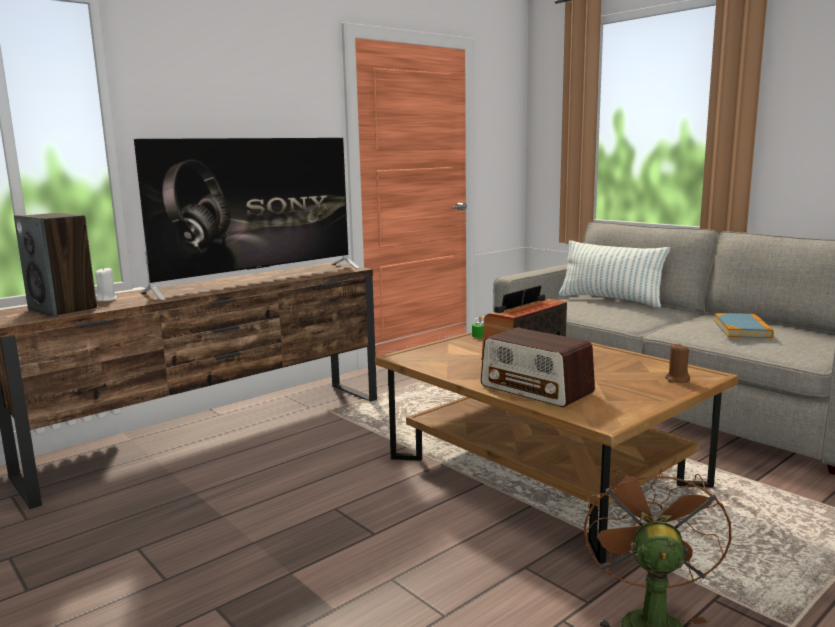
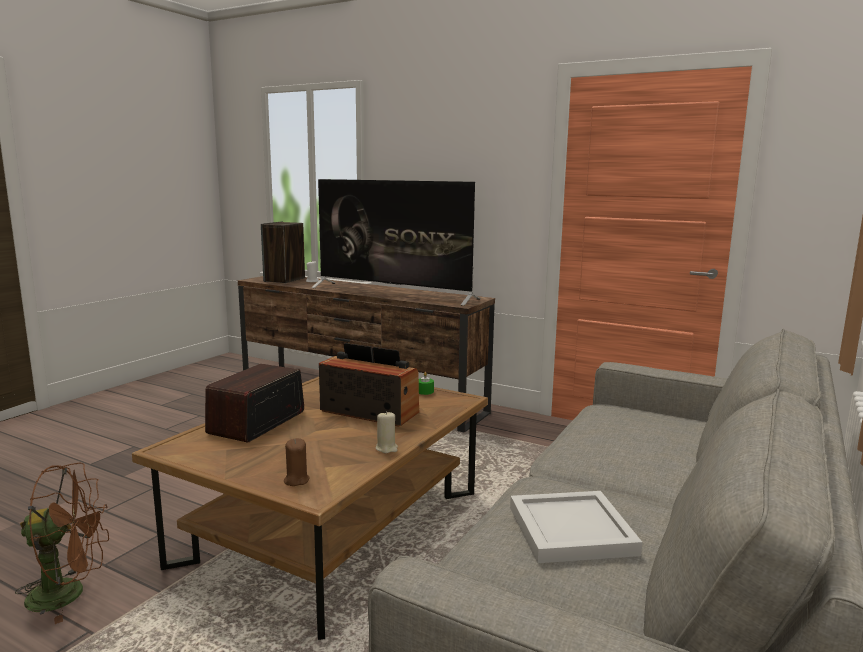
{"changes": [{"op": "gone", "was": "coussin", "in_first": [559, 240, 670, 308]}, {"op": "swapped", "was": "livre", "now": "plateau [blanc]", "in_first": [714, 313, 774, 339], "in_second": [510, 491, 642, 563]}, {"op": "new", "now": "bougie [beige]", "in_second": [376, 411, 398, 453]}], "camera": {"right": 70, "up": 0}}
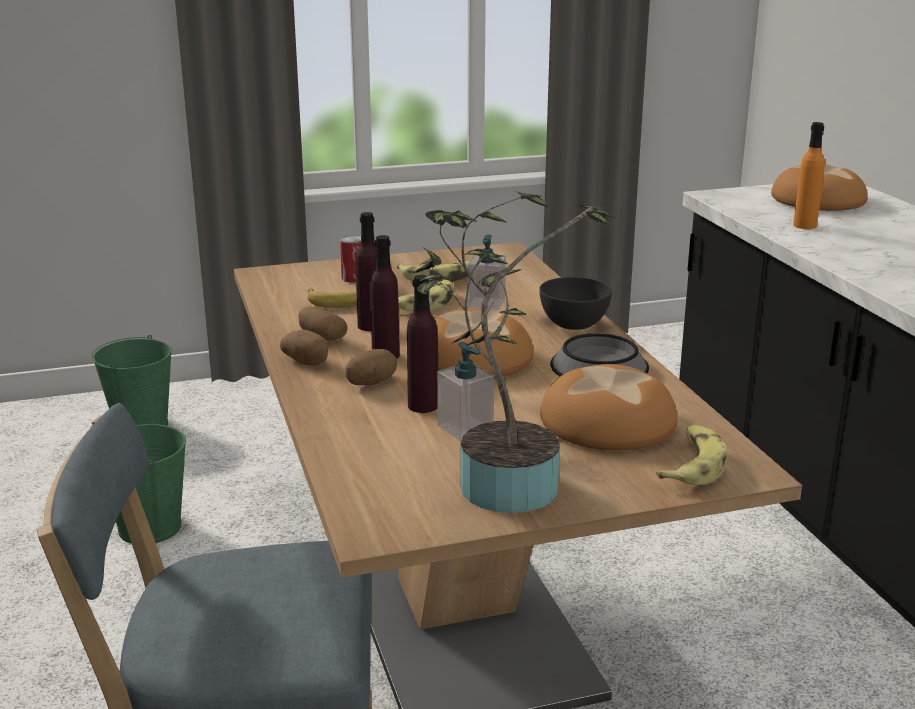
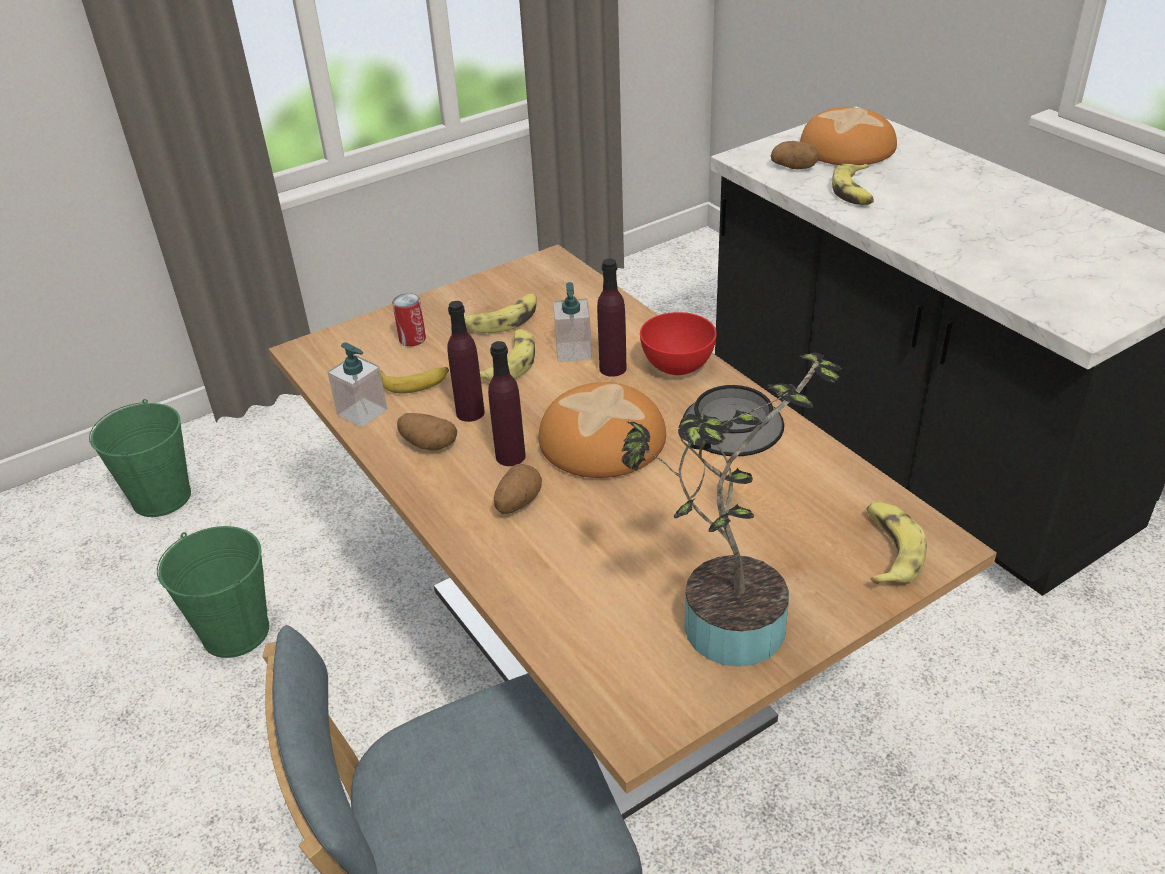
{"changes": [{"op": "shifted", "was": "pomme de terre", "in_first": [280, 330, 328, 365], "in_second": [771, 141, 818, 169]}, {"op": "shifted", "was": "bouteille [violet]", "in_first": [407, 275, 438, 413], "in_second": [597, 259, 626, 377]}, {"op": "shifted", "was": "distributeur de savon", "in_first": [437, 342, 494, 441], "in_second": [327, 342, 387, 427]}, {"op": "repainted", "was": "bol [gris]", "now": "bol [rouge]", "in_first": [539, 277, 612, 330], "in_second": [640, 312, 717, 375]}, {"op": "gone", "was": "pain", "in_first": [540, 364, 678, 450]}, {"op": "swapped", "was": "bouteille [orange]", "now": "banane", "in_first": [793, 122, 825, 229], "in_second": [832, 164, 874, 205]}], "camera": {"right": -15, "up": 15}}
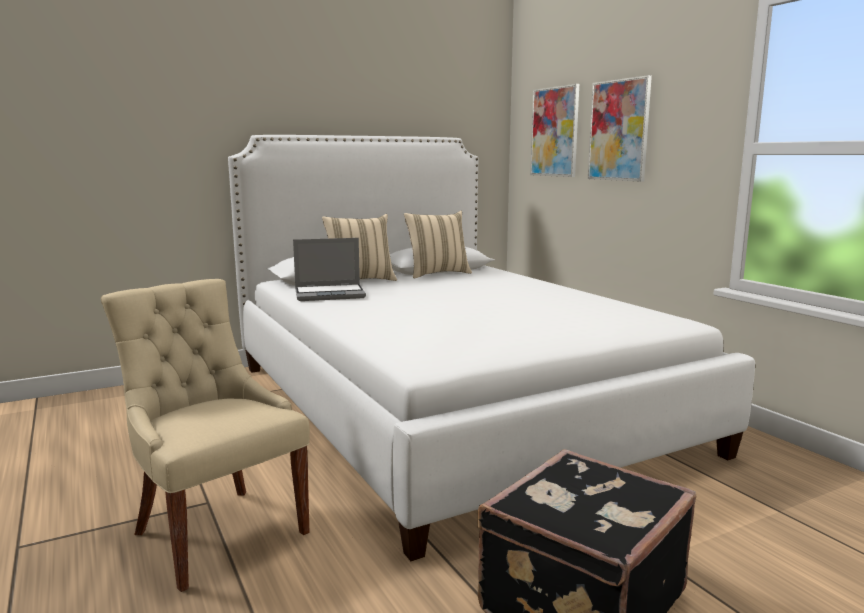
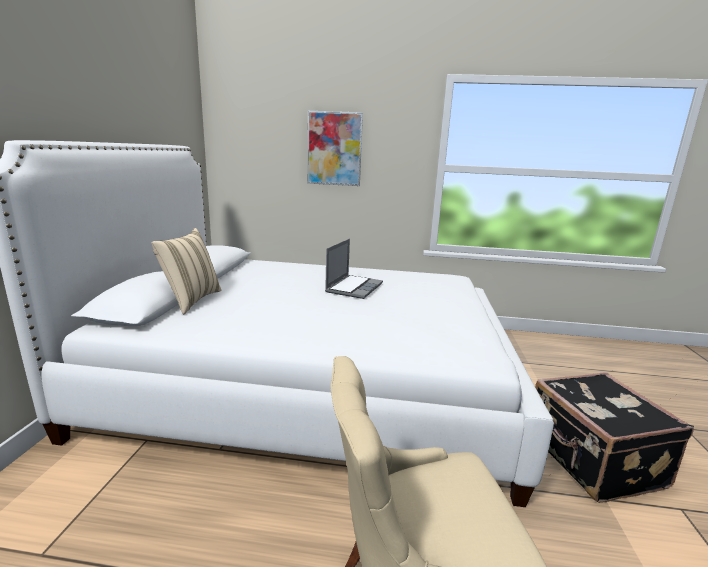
{"changes": [{"op": "shifted", "was": "ordinateur portable", "in_first": [293, 238, 366, 301], "in_second": [325, 239, 383, 299]}, {"op": "gone", "was": "coussin [beige]", "in_first": [404, 211, 472, 278]}, {"op": "gone", "was": "tableau", "in_first": [530, 84, 579, 177]}], "camera": {"right": -55, "up": 5}}
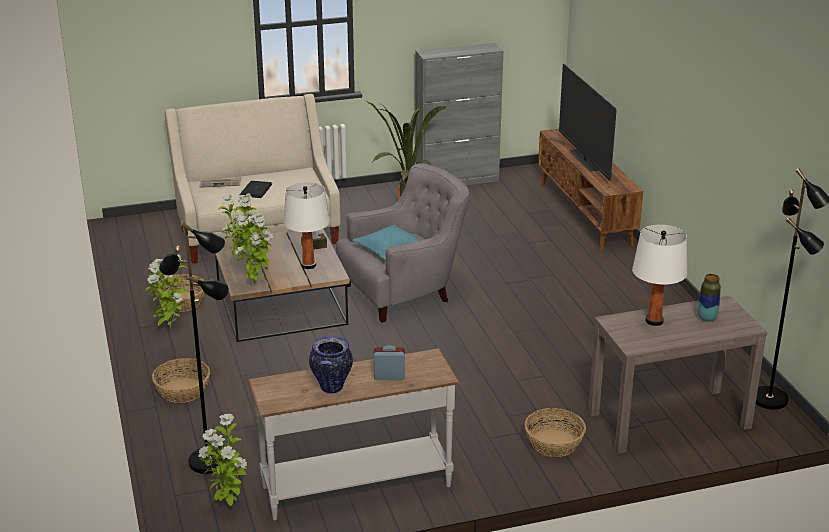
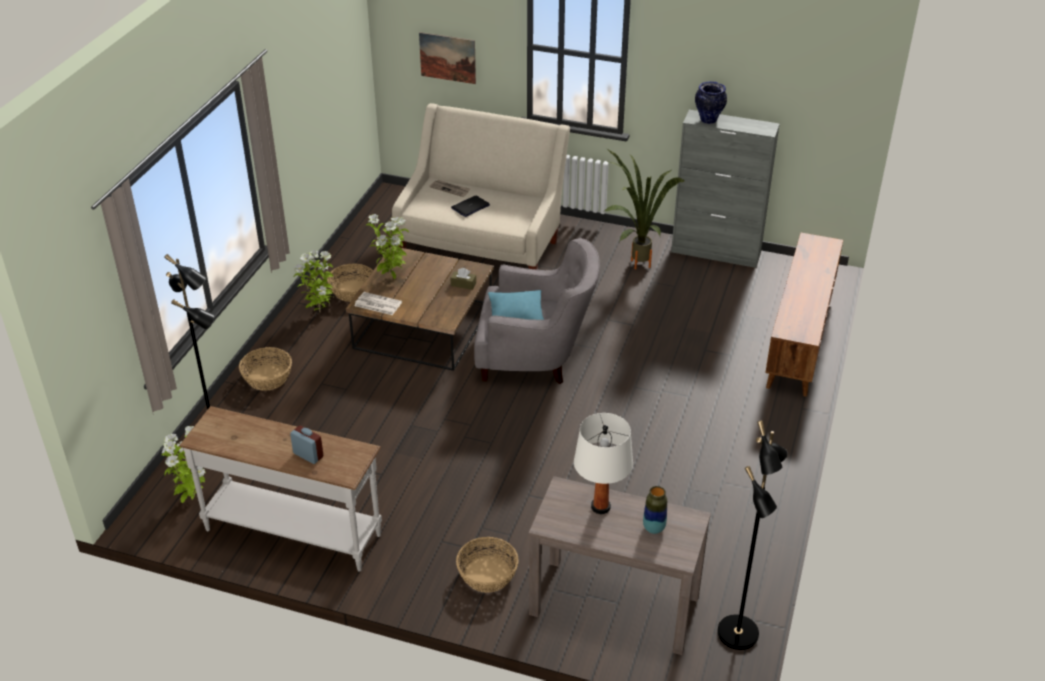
{"changes": [{"op": "swapped", "was": "plante en pot", "now": "journal", "in_first": [233, 213, 273, 283], "in_second": [354, 292, 402, 315]}, {"op": "gone", "was": "lampe de table [blanc]", "in_first": [283, 182, 330, 269]}, {"op": "shifted", "was": "vase", "in_first": [309, 336, 353, 393], "in_second": [695, 82, 727, 124]}, {"op": "gone", "was": "téléviseur", "in_first": [559, 64, 617, 181]}, {"op": "new", "now": "tableau", "in_second": [419, 32, 476, 84]}], "camera": {"right": 35, "up": 10}}
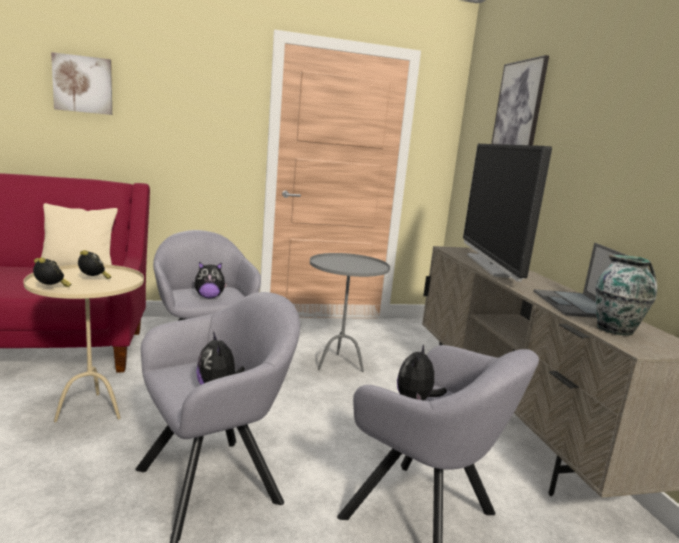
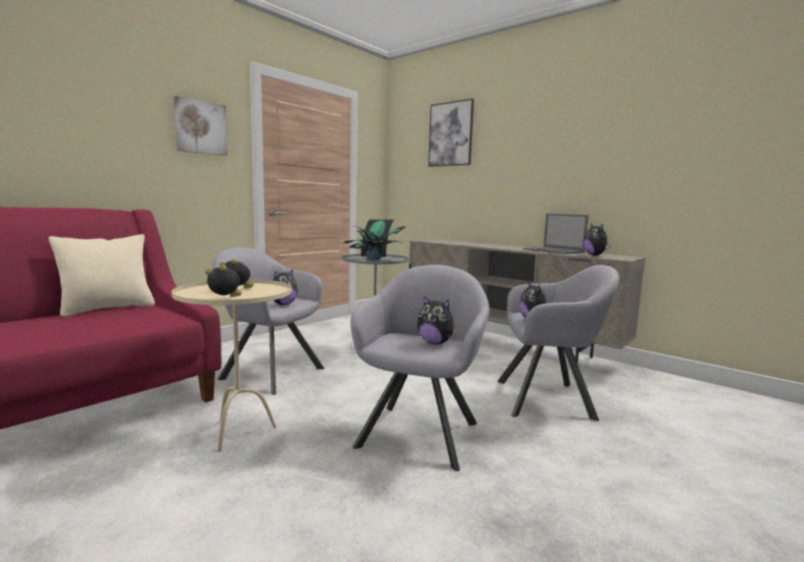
{"changes": [{"op": "shifted", "was": "tableau", "in_first": [51, 52, 112, 115], "in_second": [174, 96, 228, 156]}, {"op": "gone", "was": "téléviseur", "in_first": [463, 144, 552, 282]}, {"op": "swapped", "was": "vase", "now": "peluche", "in_first": [595, 254, 657, 336], "in_second": [583, 224, 611, 256]}, {"op": "new", "now": "plante en pot", "in_second": [344, 219, 407, 260]}], "camera": {"right": -35, "up": -5}}
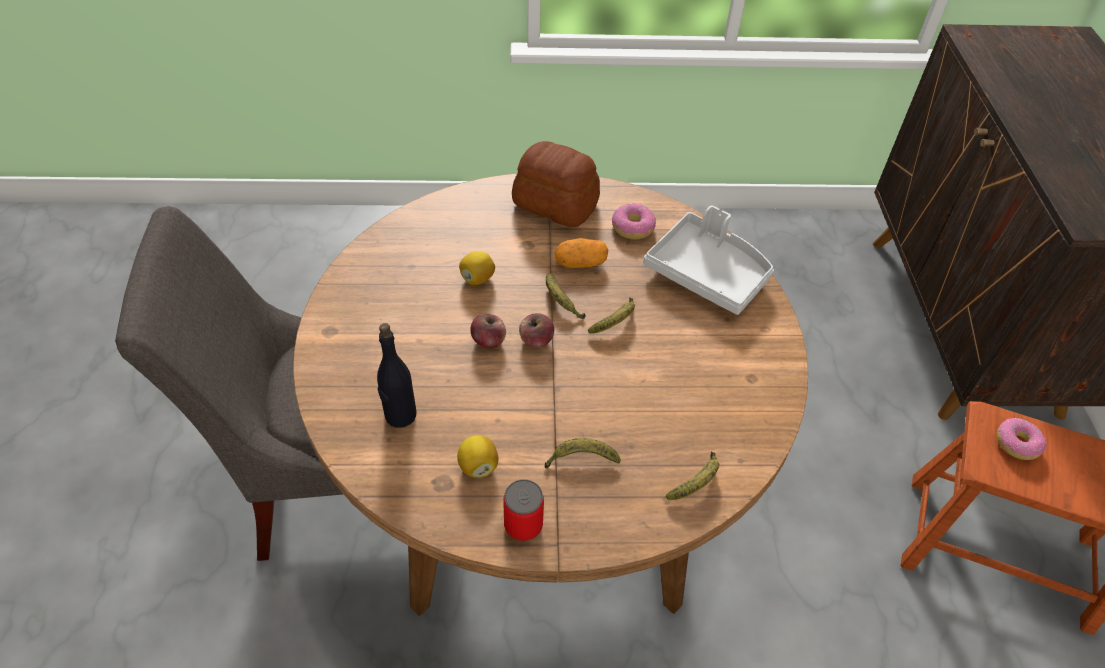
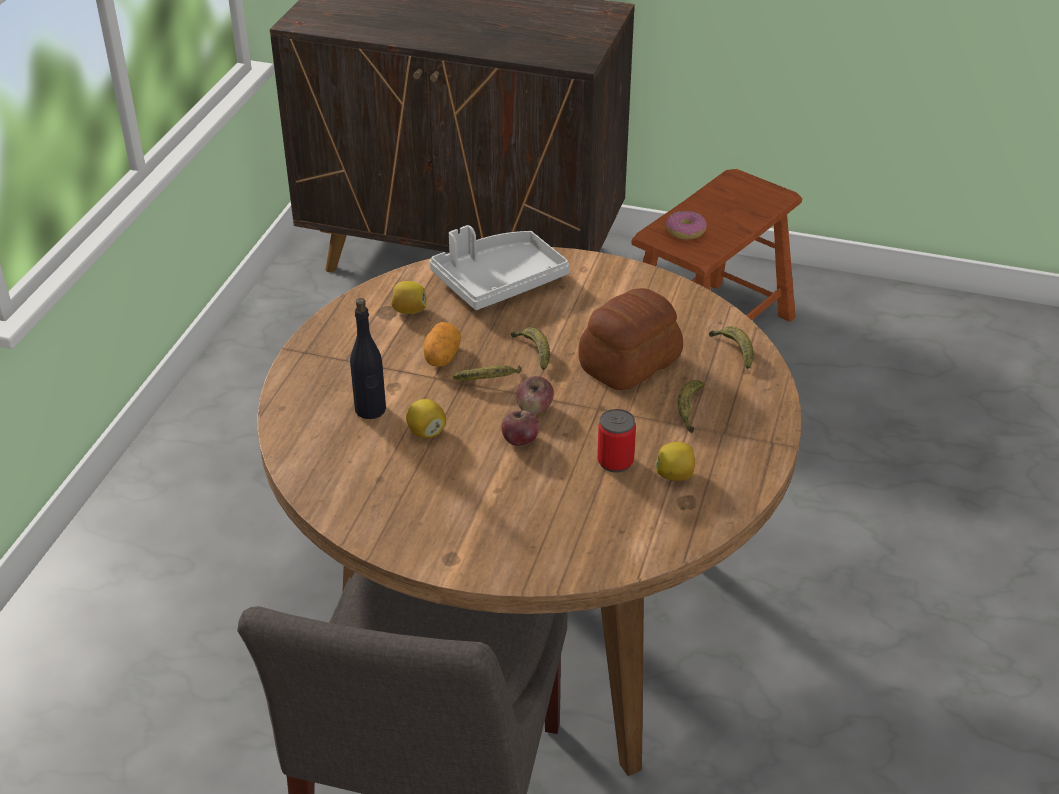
{"changes": [{"op": "shifted", "was": "bouteille [noir]", "in_first": [377, 323, 416, 428], "in_second": [350, 298, 386, 419]}, {"op": "shifted", "was": "boîte métallique", "in_first": [503, 479, 544, 541], "in_second": [597, 409, 636, 472]}, {"op": "shifted", "was": "pain", "in_first": [512, 141, 600, 227], "in_second": [578, 288, 683, 390]}, {"op": "swapped", "was": "beignet", "now": "citron", "in_first": [612, 203, 656, 239], "in_second": [391, 281, 426, 314]}], "camera": {"right": -70, "up": -10}}
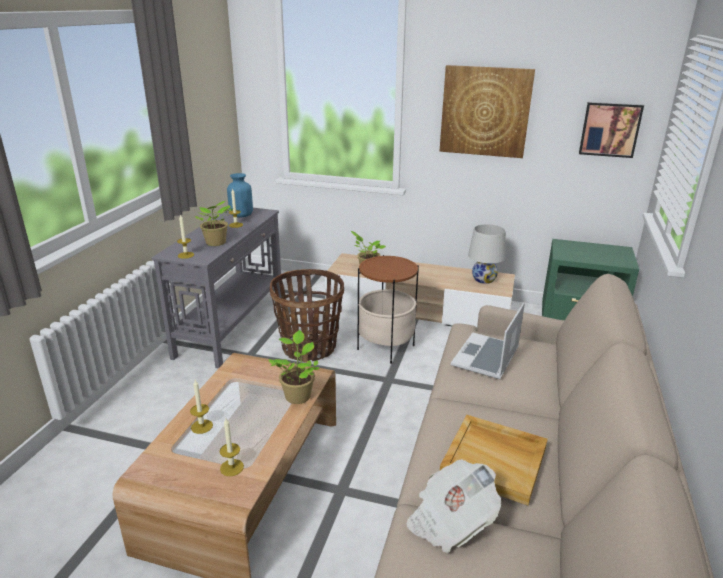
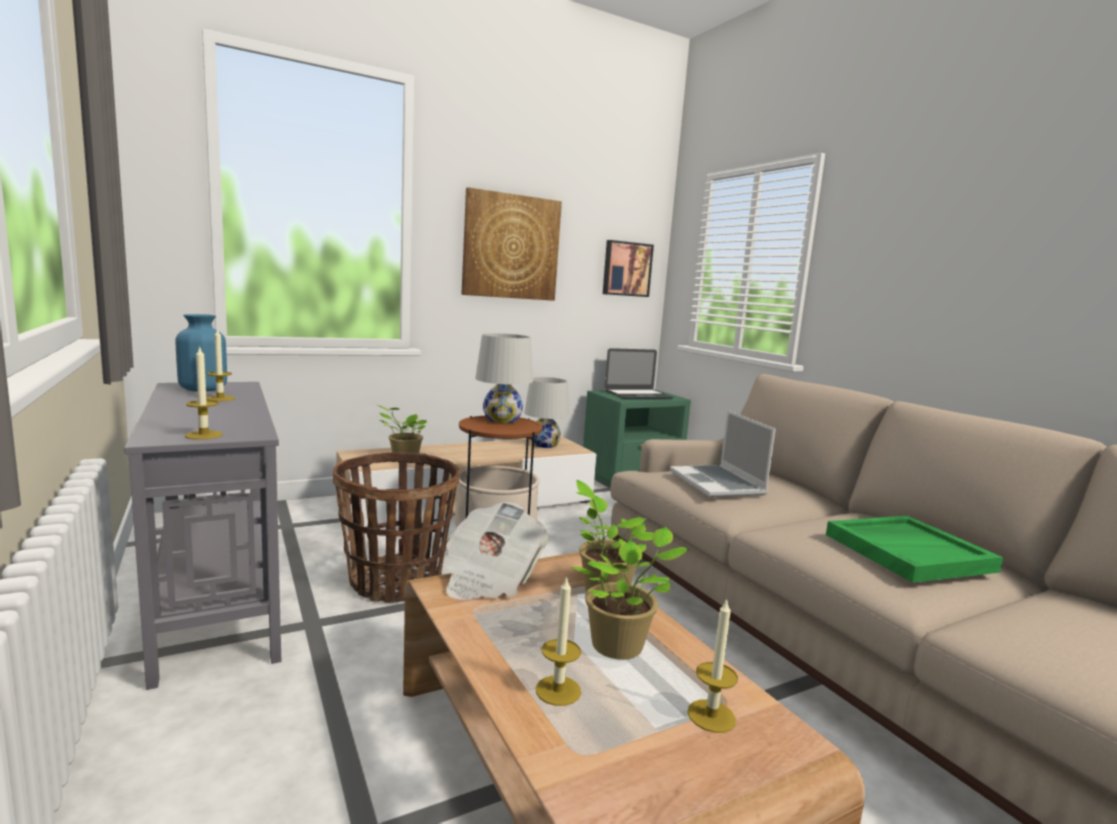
{"changes": [{"op": "shifted", "was": "plante en pot", "in_first": [195, 201, 233, 246], "in_second": [570, 527, 689, 660]}, {"op": "shifted", "was": "journal", "in_first": [406, 459, 501, 553], "in_second": [443, 502, 548, 600]}, {"op": "repainted", "was": "plateau [beige]", "now": "plateau [vert]", "in_first": [440, 415, 548, 505], "in_second": [826, 516, 1003, 583]}, {"op": "new", "now": "lampe de table [blanc]", "in_second": [475, 333, 533, 423]}, {"op": "new", "now": "ordinateur portable", "in_second": [605, 348, 673, 399]}], "camera": {"right": -45, "up": -15}}
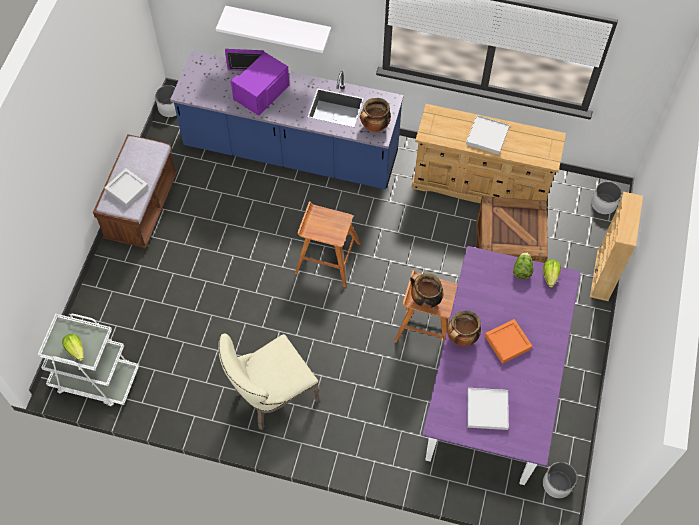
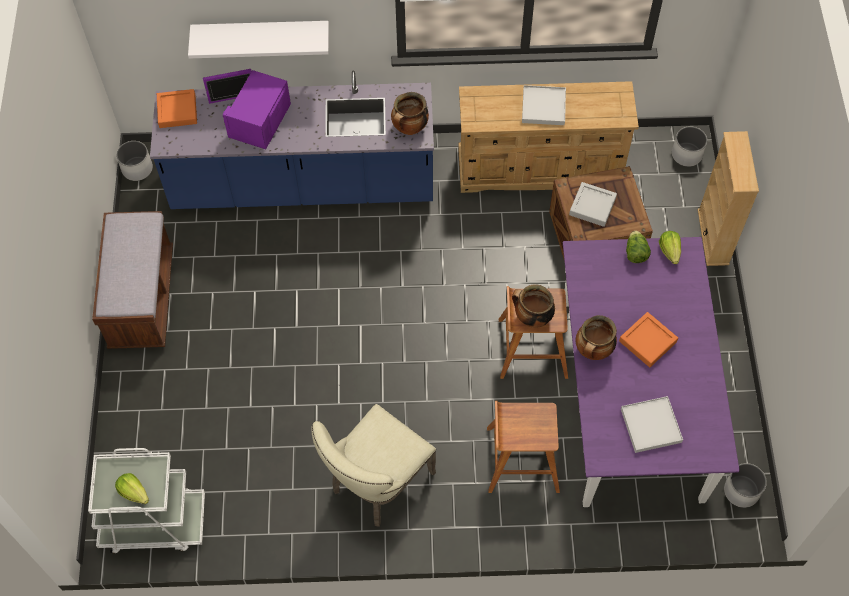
{"changes": [{"op": "shifted", "was": "plateau [gris]", "in_first": [104, 168, 149, 208], "in_second": [569, 182, 617, 227]}, {"op": "shifted", "was": "tabouret [marron]", "in_first": [295, 202, 361, 287], "in_second": [487, 401, 560, 493]}, {"op": "new", "now": "plateau [orange]", "in_second": [157, 89, 197, 128]}], "camera": {"right": -15, "up": 0}}
